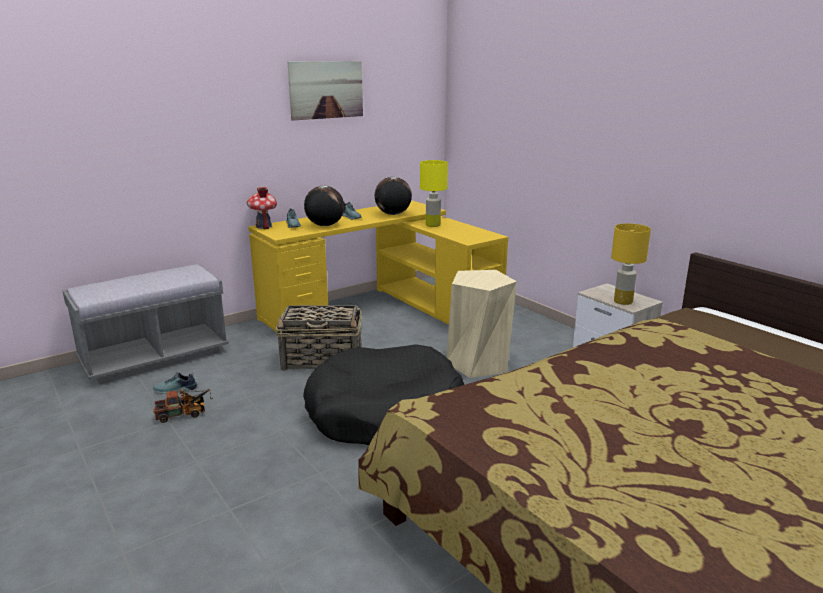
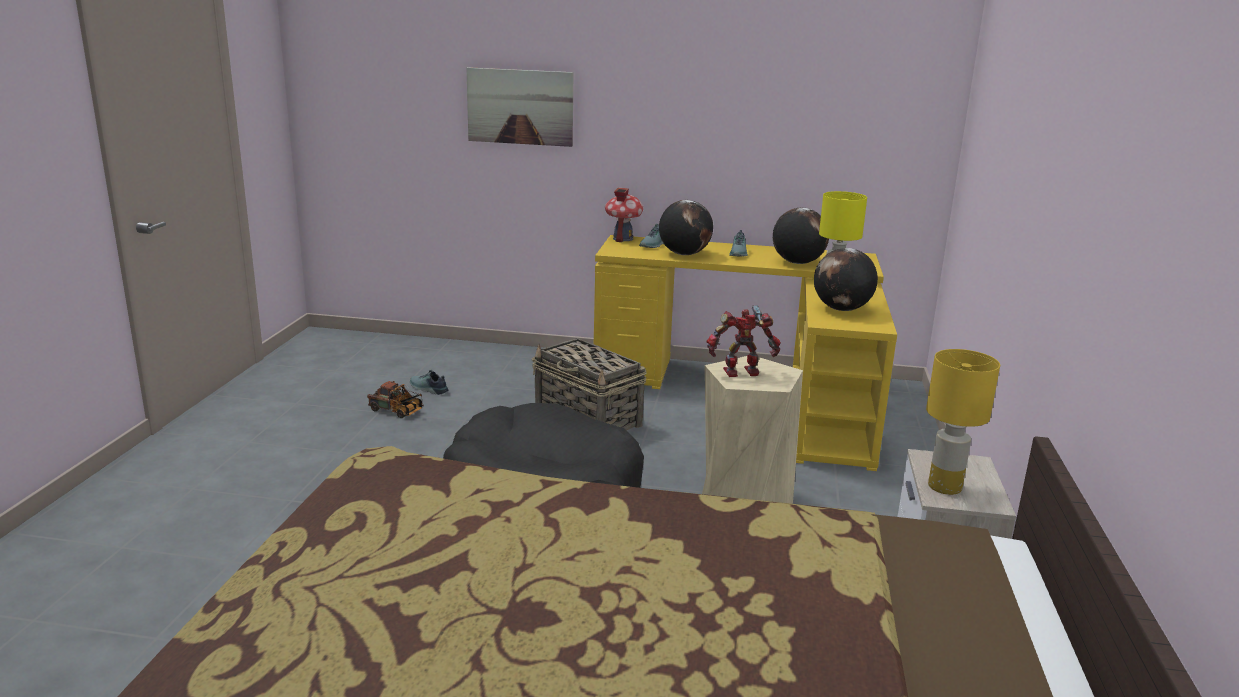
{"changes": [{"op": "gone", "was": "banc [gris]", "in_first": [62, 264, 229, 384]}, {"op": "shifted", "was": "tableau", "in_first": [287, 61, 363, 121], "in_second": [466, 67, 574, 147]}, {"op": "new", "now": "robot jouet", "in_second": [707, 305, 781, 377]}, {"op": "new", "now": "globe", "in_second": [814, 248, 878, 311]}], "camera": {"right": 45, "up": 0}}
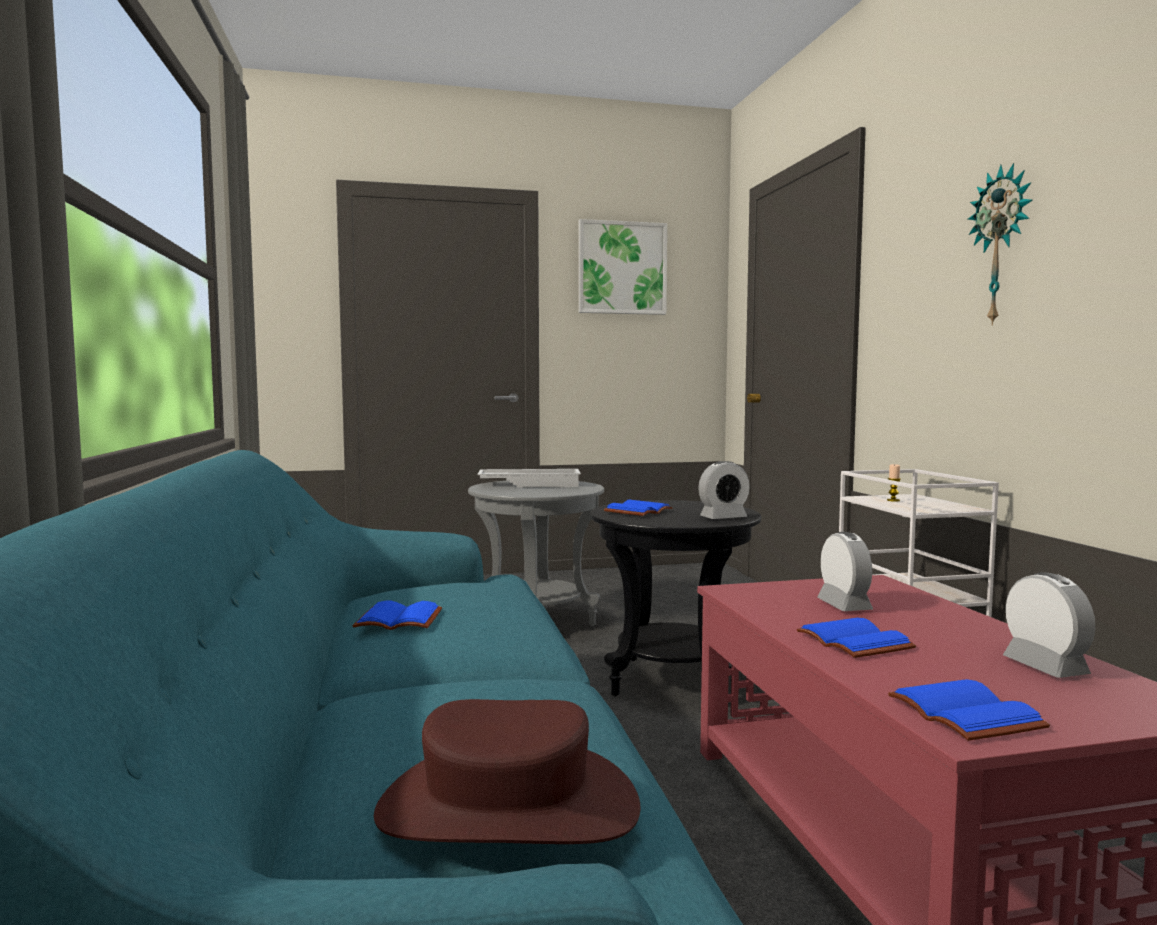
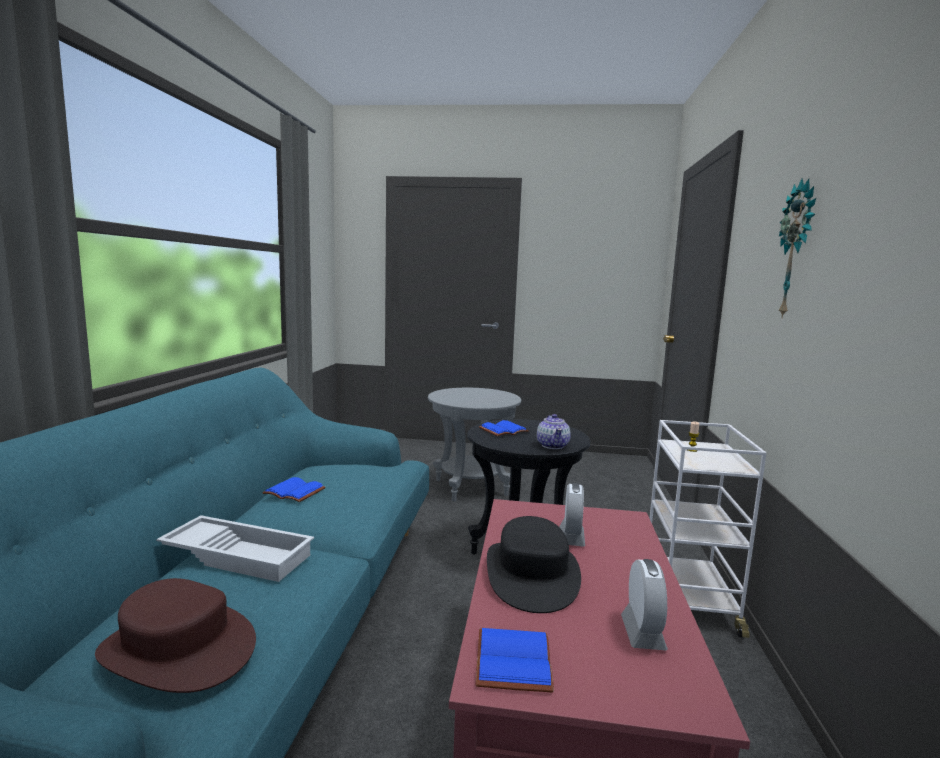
{"changes": [{"op": "shifted", "was": "plateau [blanc]", "in_first": [478, 469, 581, 488], "in_second": [156, 515, 314, 582]}, {"op": "gone", "was": "tableau", "in_first": [579, 219, 667, 315]}, {"op": "swapped", "was": "réveil", "now": "théière", "in_first": [698, 461, 750, 519], "in_second": [537, 414, 571, 449]}, {"op": "swapped", "was": "livre [bleu]", "now": "chapeau [noir]", "in_first": [797, 618, 916, 658], "in_second": [487, 516, 581, 613]}], "camera": {"right": 20, "up": 5}}
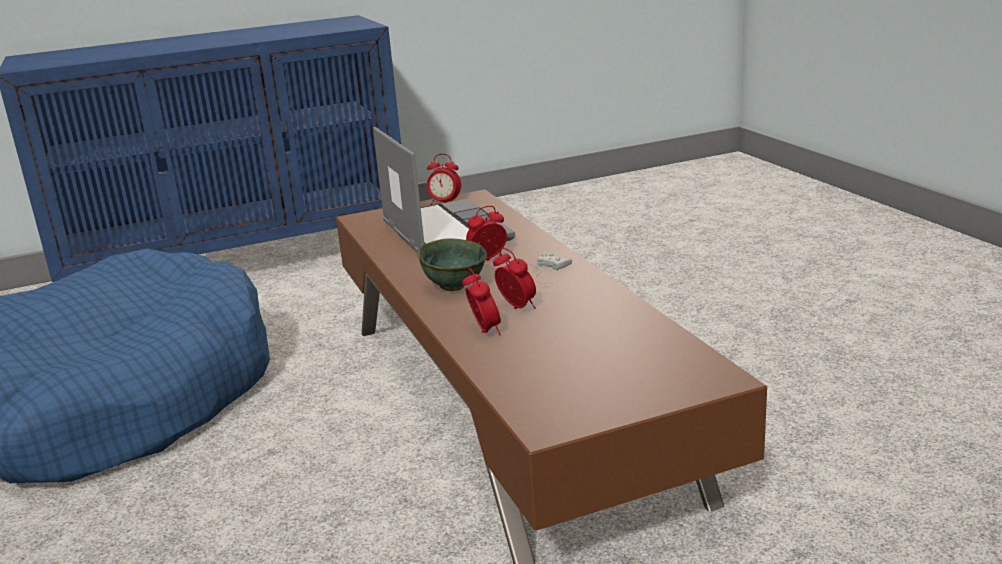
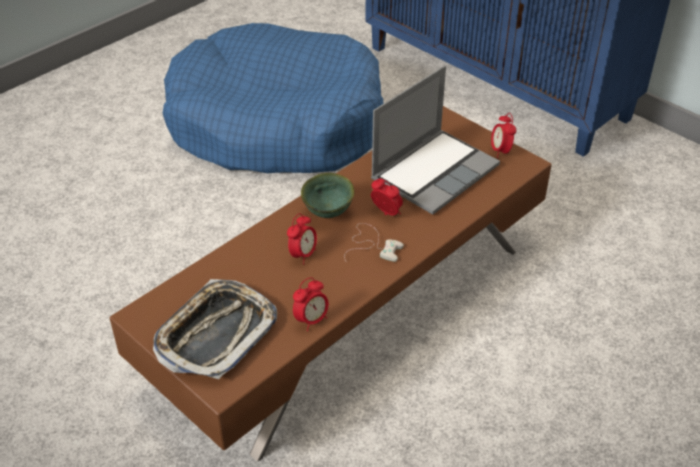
{"changes": [{"op": "shifted", "was": "réveil", "in_first": [462, 268, 501, 336], "in_second": [293, 277, 329, 331]}, {"op": "new", "now": "plateau", "in_second": [153, 279, 277, 379]}], "camera": {"right": 65, "up": 20}}
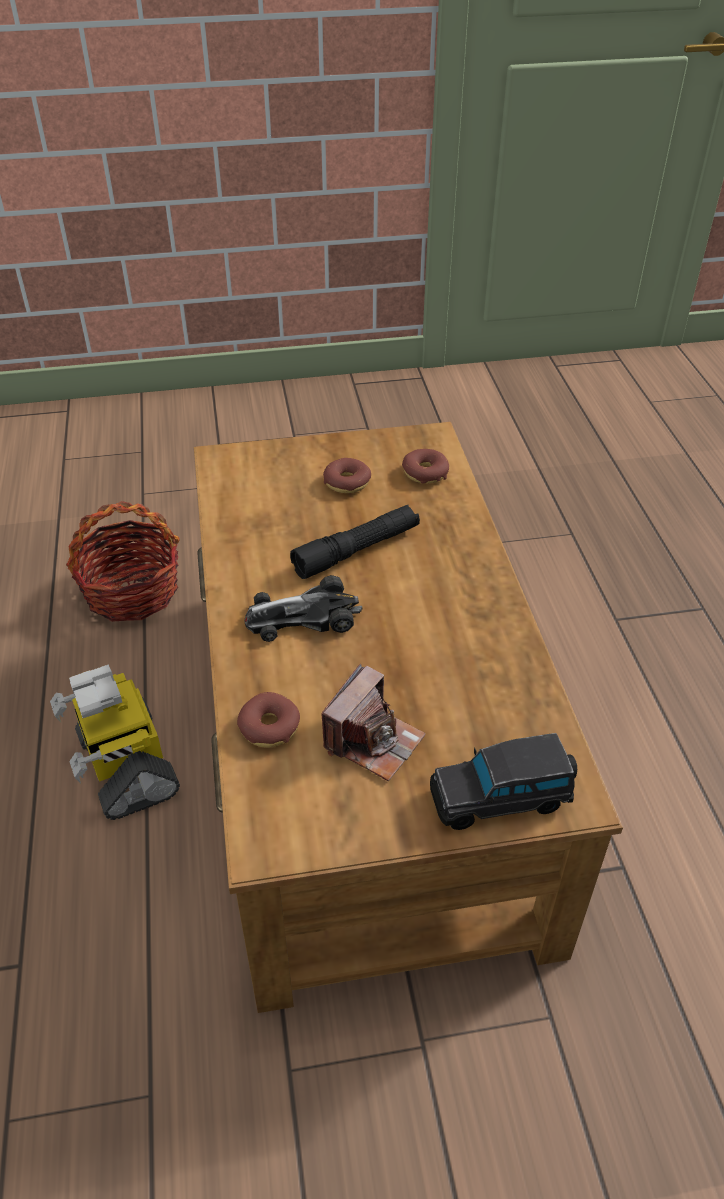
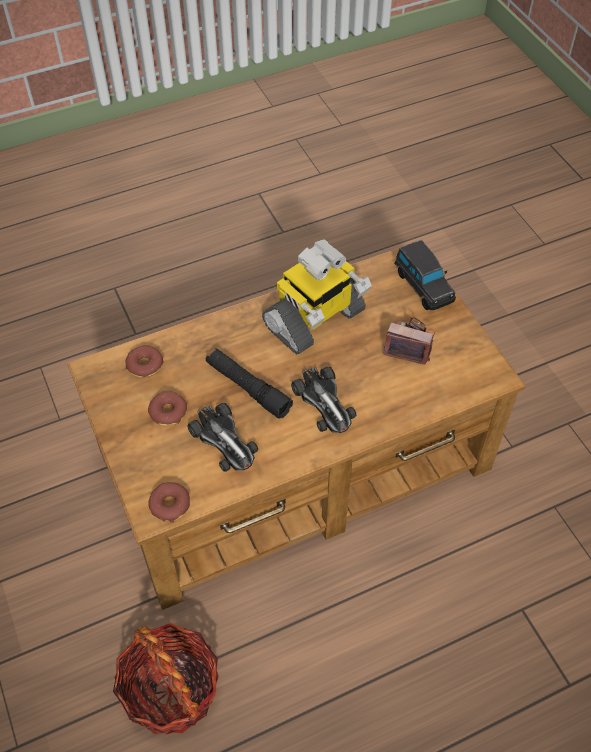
{"changes": [{"op": "shifted", "was": "robot jouet", "in_first": [50, 665, 180, 820], "in_second": [262, 239, 372, 354]}, {"op": "shifted", "was": "beignet", "in_first": [237, 692, 300, 748], "in_second": [148, 482, 190, 523]}, {"op": "new", "now": "petite voiture", "in_second": [187, 403, 258, 472]}], "camera": {"right": -105, "up": 10}}
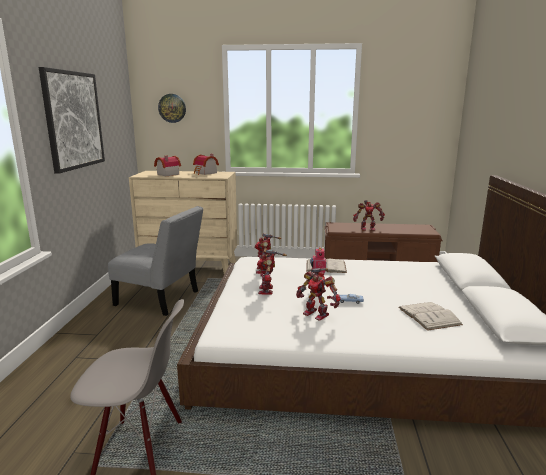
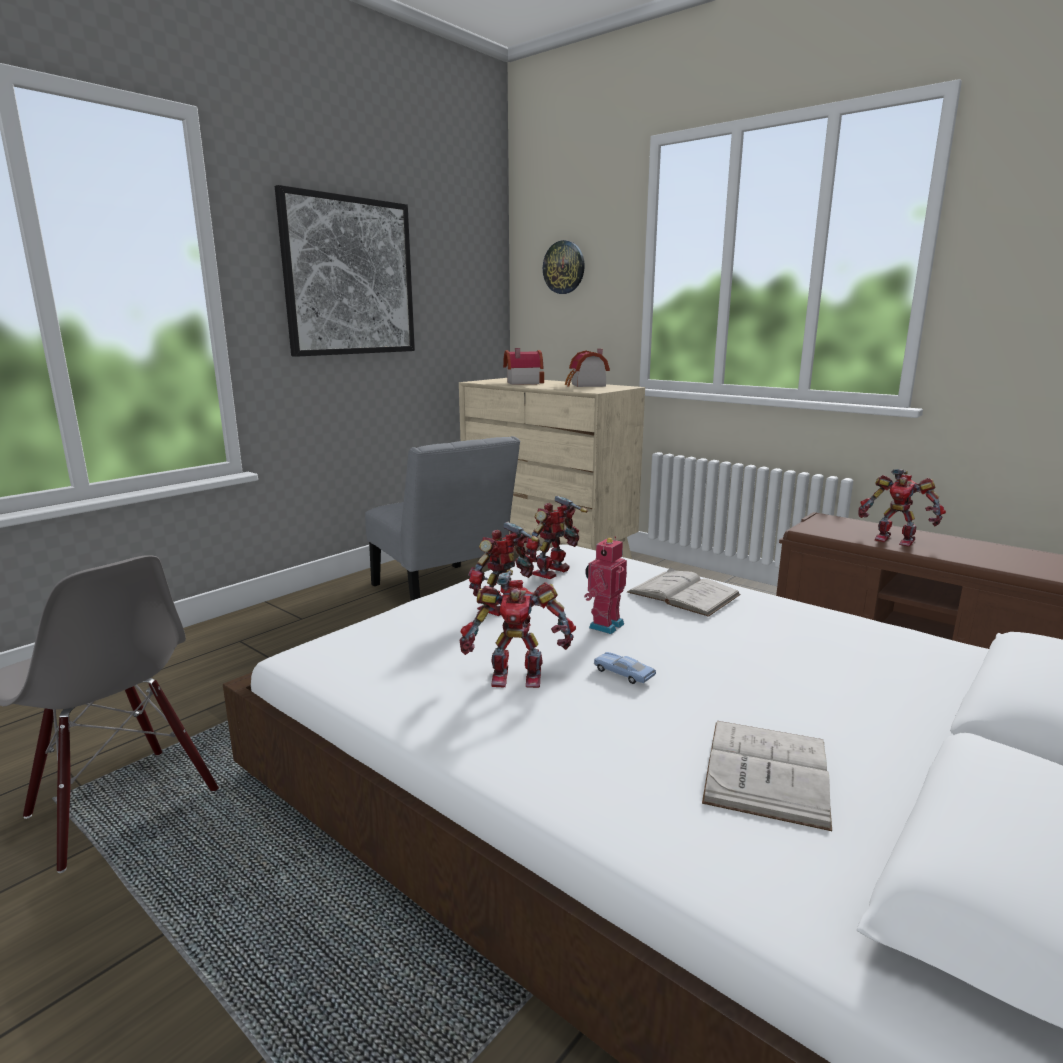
{"changes": [{"op": "rotated", "was": "robot jouet", "in_first": [296, 268, 341, 321], "in_second": [459, 569, 576, 688], "clockwise": -75}], "camera": {"right": 35, "up": 0}}
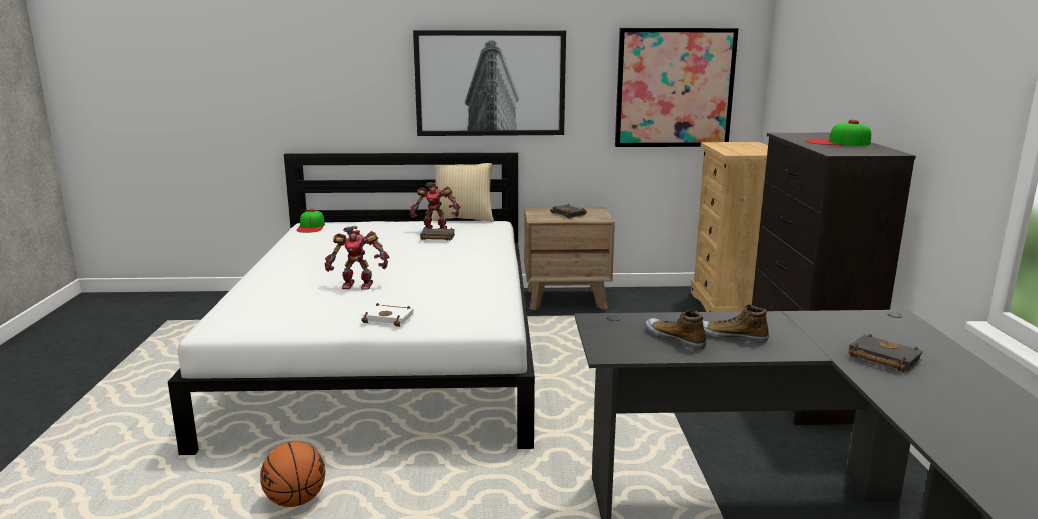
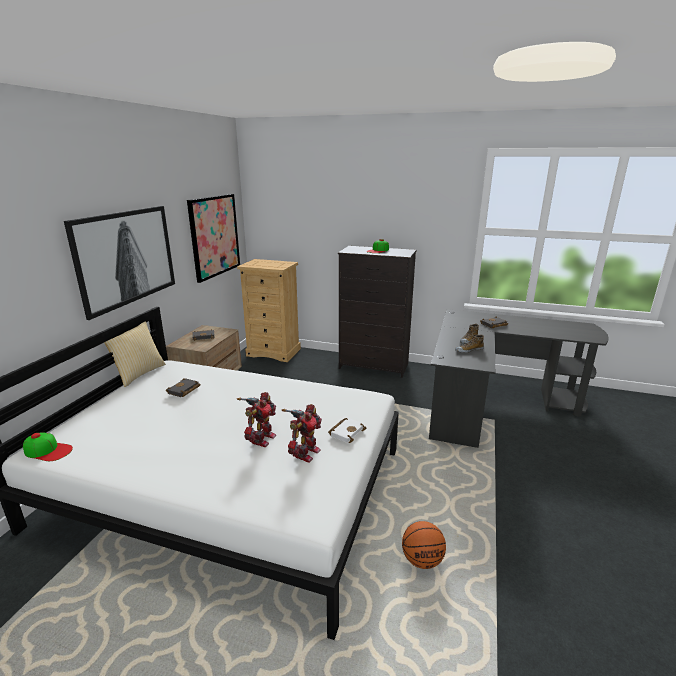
{"changes": [{"op": "shifted", "was": "robot jouet", "in_first": [410, 182, 461, 229], "in_second": [282, 404, 322, 463]}], "camera": {"right": -70, "up": 5}}
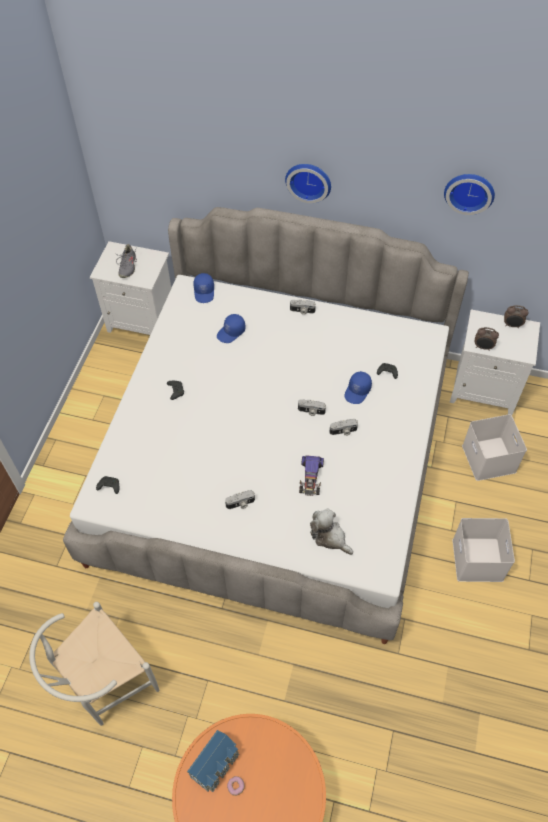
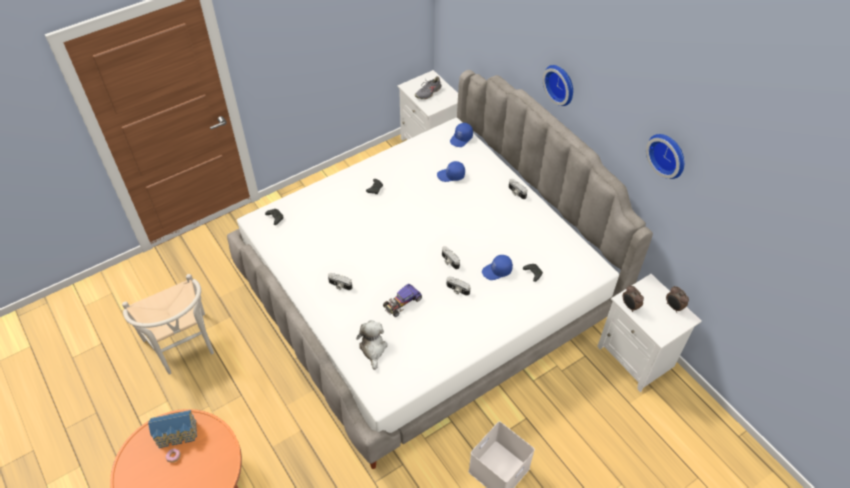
{"changes": [{"op": "rotated", "was": "chaise [blanc]", "in_first": [29, 602, 159, 726], "in_second": [122, 274, 214, 374], "clockwise": -120}, {"op": "gone", "was": "boîte de rangement [blanc]", "in_first": [462, 414, 527, 481]}], "camera": {"right": 40, "up": -5}}
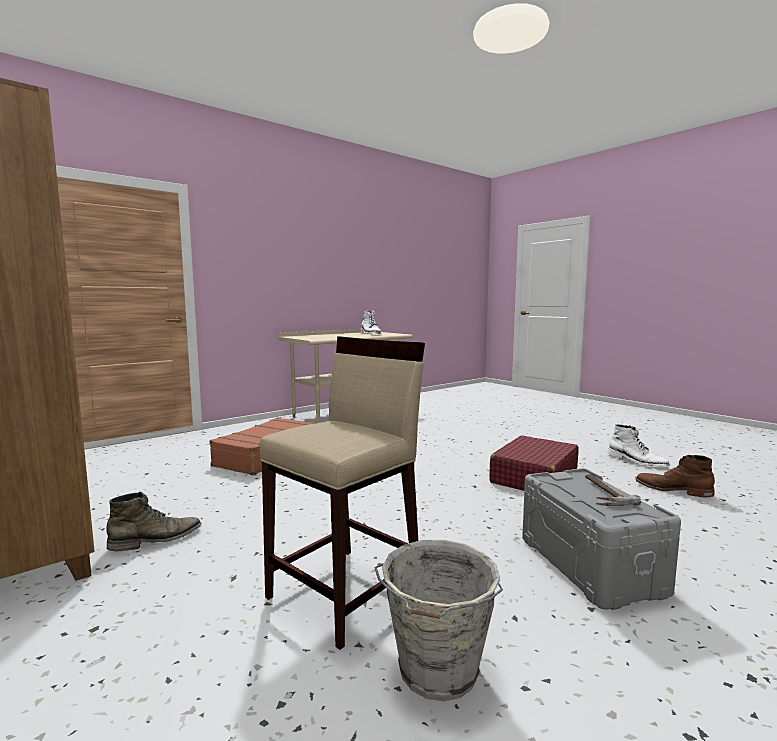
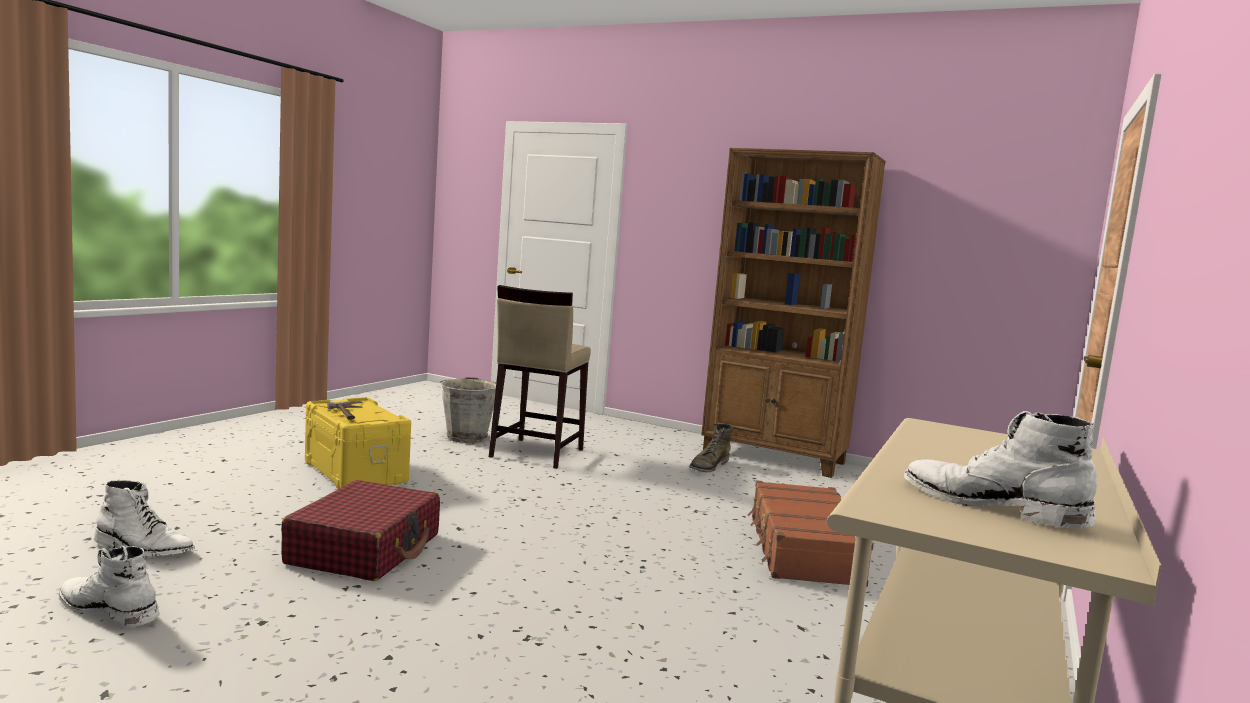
{"changes": [{"op": "repainted", "was": "boîte de rangement [gris]", "now": "boîte de rangement [jaune]", "in_first": [522, 468, 681, 610], "in_second": [305, 397, 411, 489]}, {"op": "repainted", "was": "botte [marron]", "now": "botte [blanc]", "in_first": [635, 455, 715, 497], "in_second": [94, 480, 195, 556]}], "camera": {"right": 155, "up": 0}}
